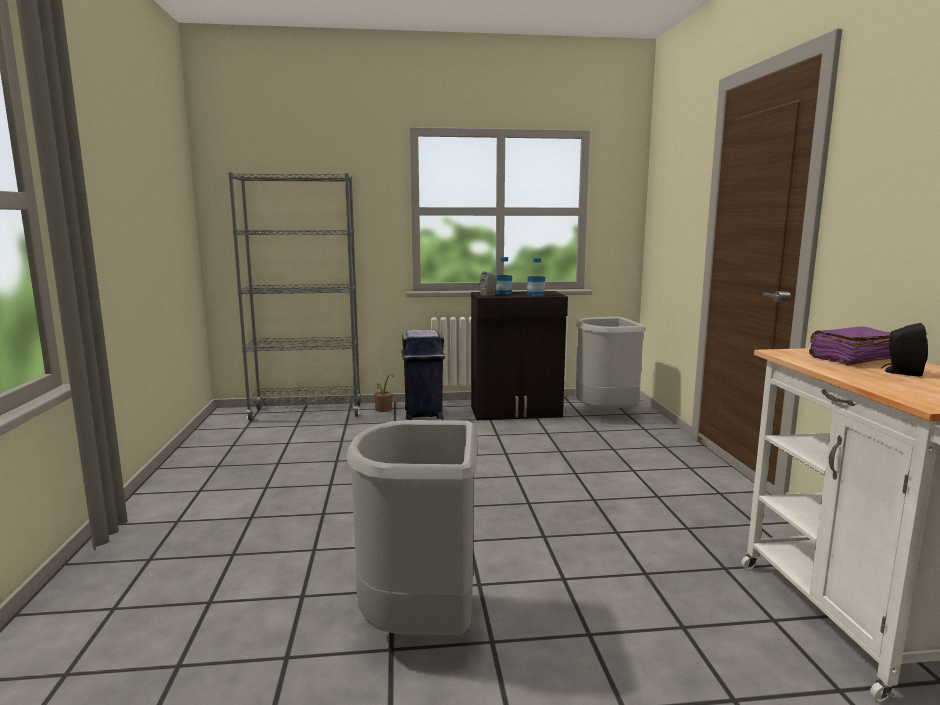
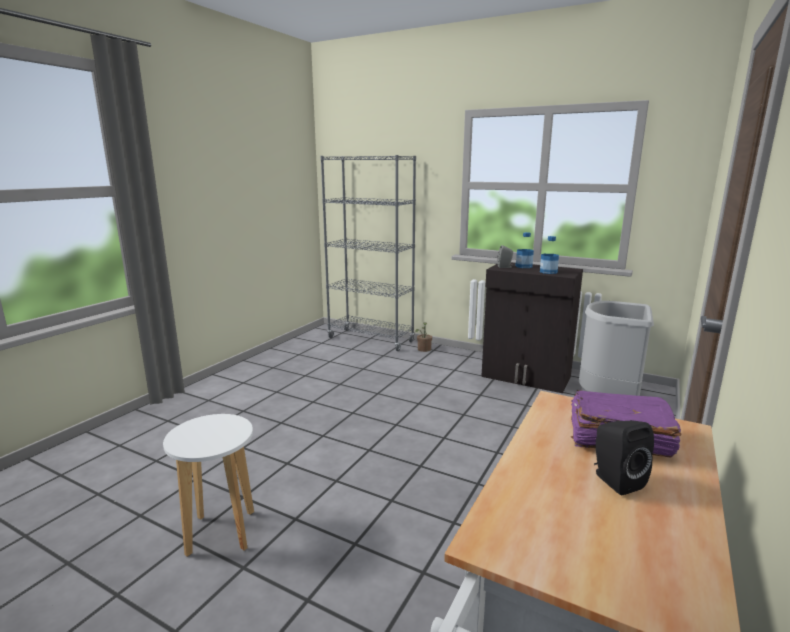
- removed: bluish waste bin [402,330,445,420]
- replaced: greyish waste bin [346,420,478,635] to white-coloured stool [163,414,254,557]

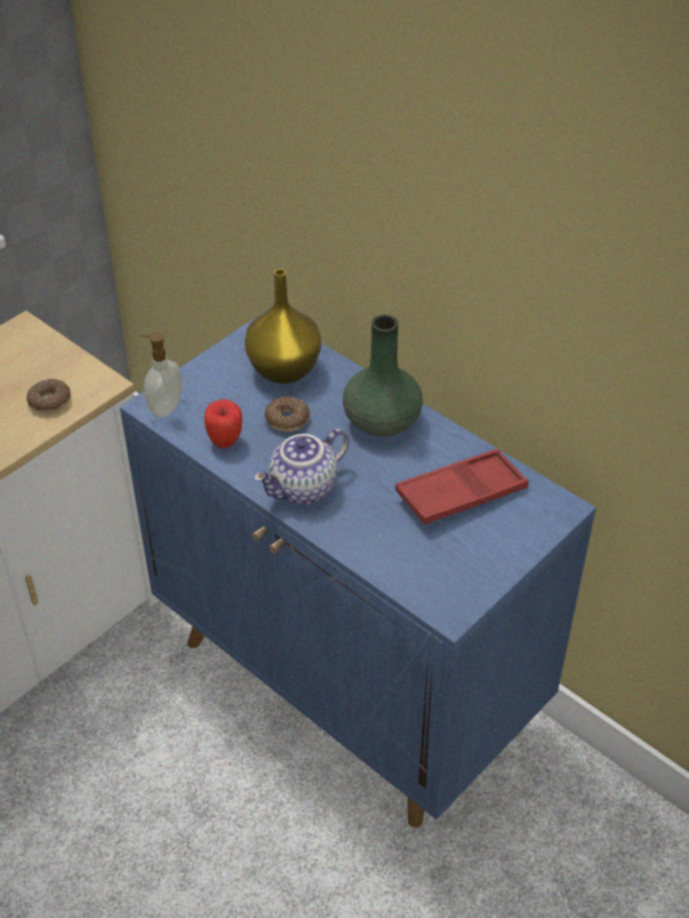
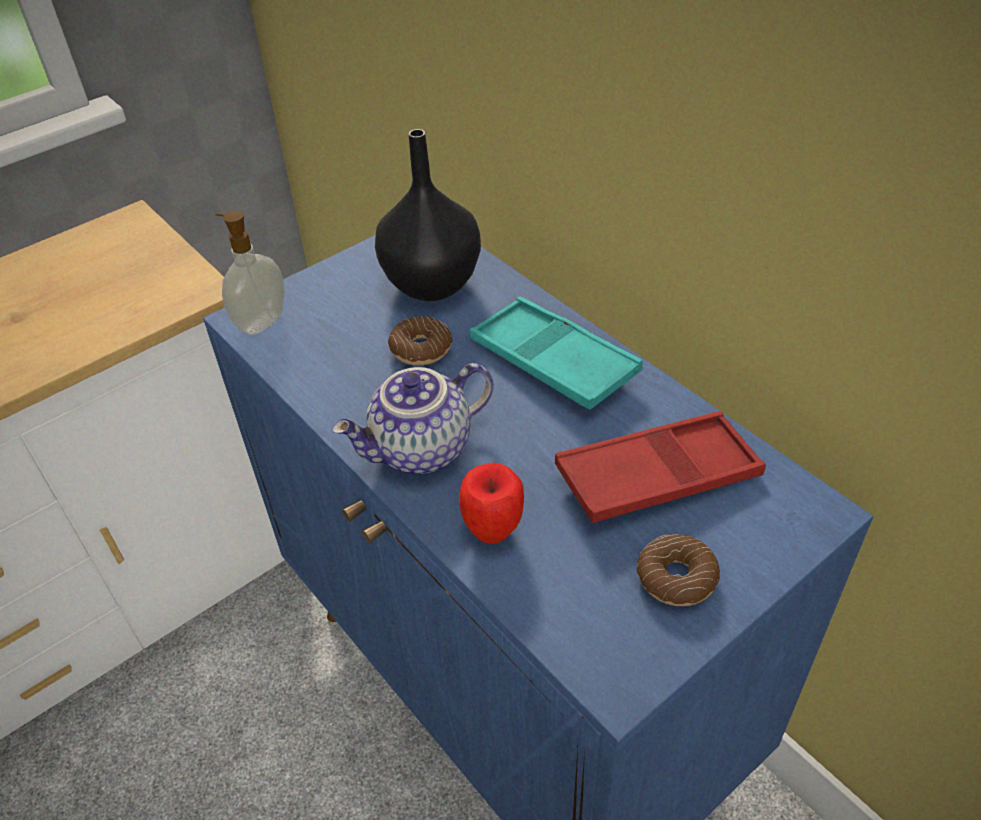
- moved: donut [26,379,71,413] to [637,534,720,606]
- moved: apple fruit [204,399,242,448] to [459,463,524,544]
- replaced: green decorative vase [343,315,423,436] to blue-green carrying tray [469,297,643,410]
- recoloured: yellow-coloured decorative vase [245,269,321,384] to black decorative vase [375,129,481,301]

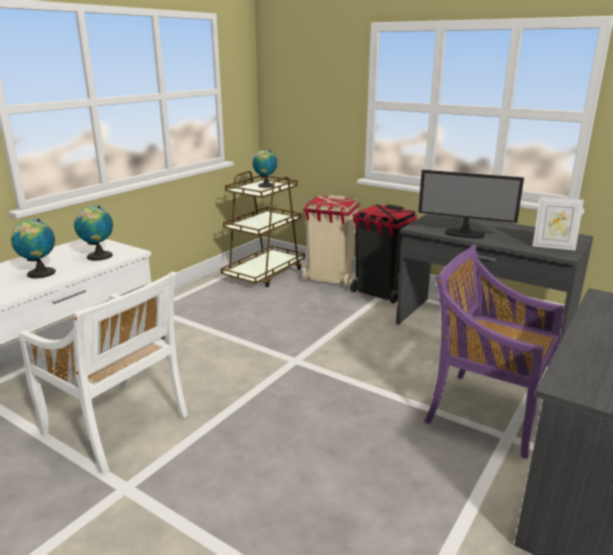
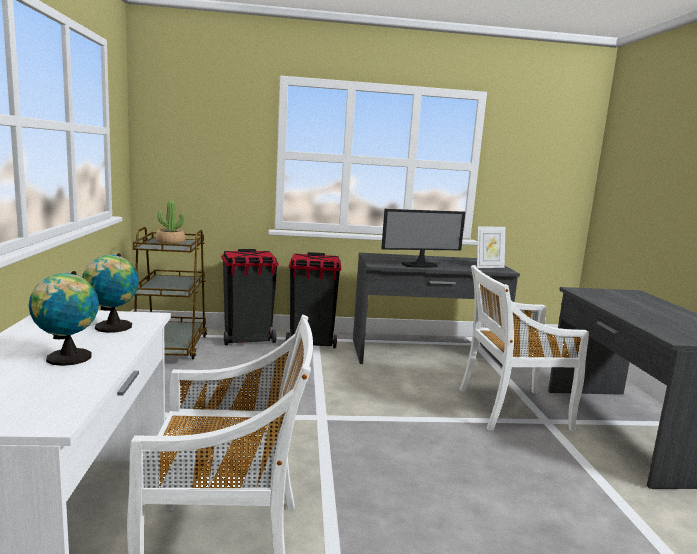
- replaced: world globe [252,150,277,188] to plant in a pot [156,201,185,244]
- recoloured: sand-coloured waste bin [303,195,359,287] to black waste bin [222,249,279,346]
- recoloured: purple-coloured upright chair [425,245,565,459] to white-coloured upright chair [459,265,589,431]

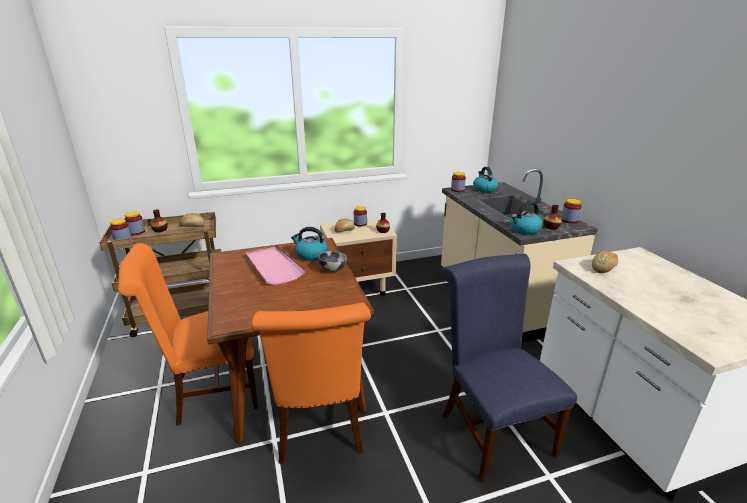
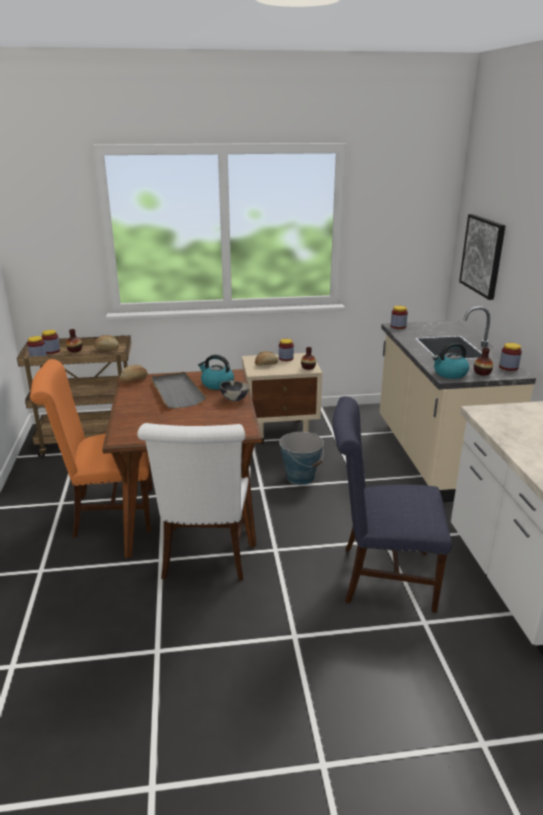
- removed: water kettle [473,167,498,193]
- added: pail [279,432,324,485]
- added: wall art [459,214,505,300]
- moved: bakery bread [592,251,618,273] to [120,365,148,383]
- recoloured: pink-coloured carrying tray [245,245,307,285] to greyish carrying tray [152,372,206,409]
- recoloured: orange upright chair [251,303,371,464] to white-coloured upright chair [137,423,251,581]
- turned: bluish upright chair [442,254,577,482] = [332,396,452,613] 75 degrees counterclockwise

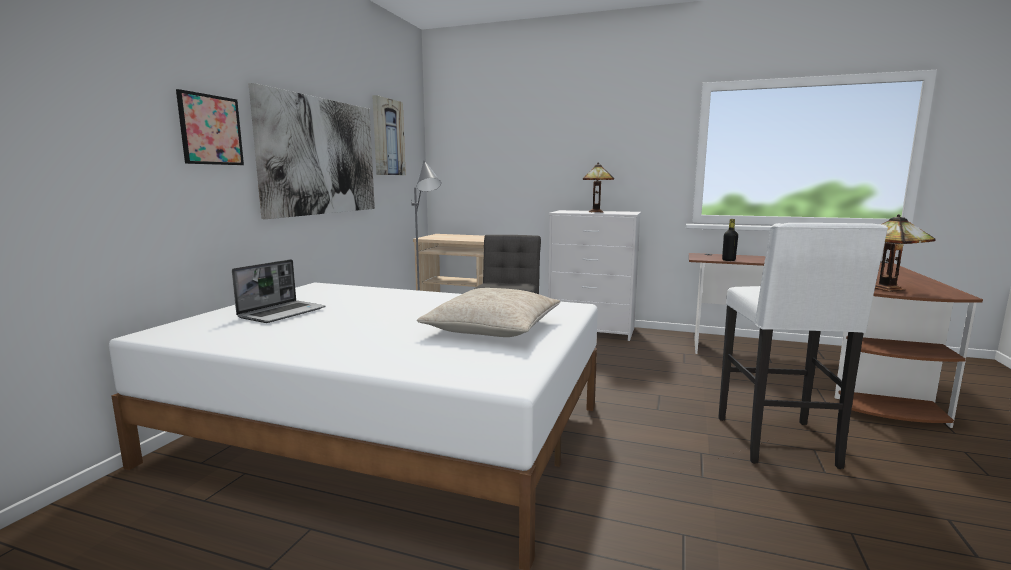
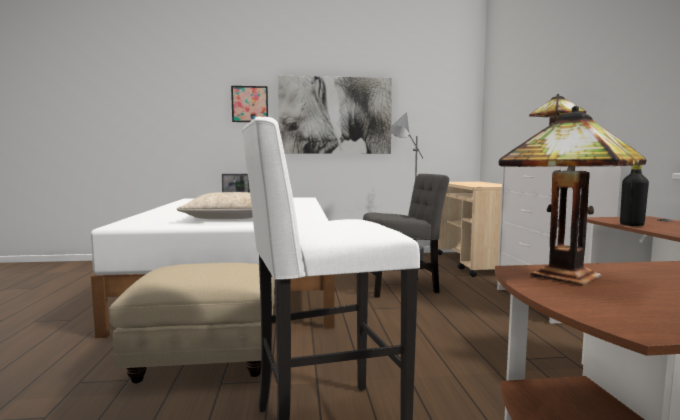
- removed: wall art [372,95,406,175]
- added: sand-coloured pouffe [109,263,275,383]

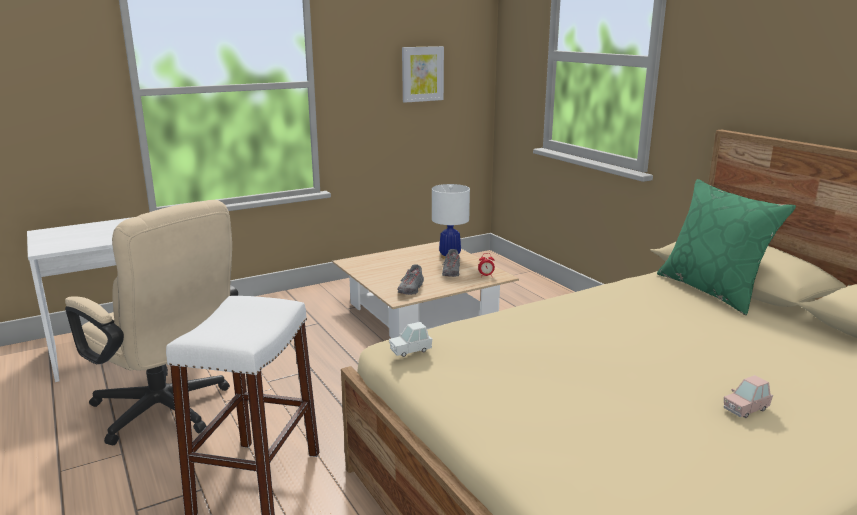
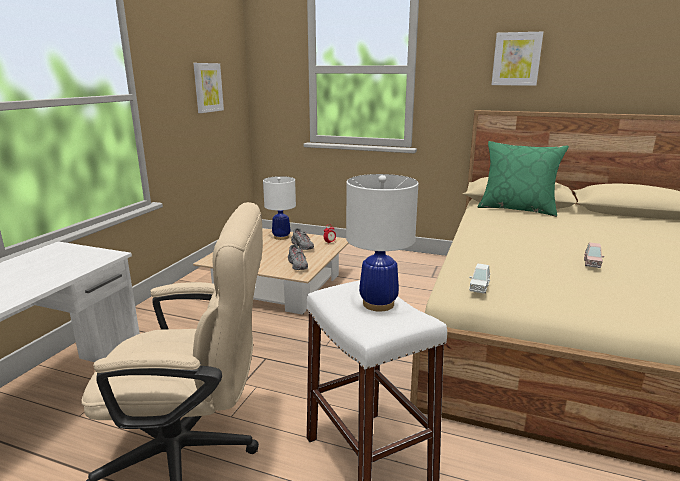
- added: white-coloured tabletop lamp [346,174,418,312]
- added: wall art [491,32,543,86]
- moved: pink-coloured model car [724,375,773,418] to [584,242,604,268]

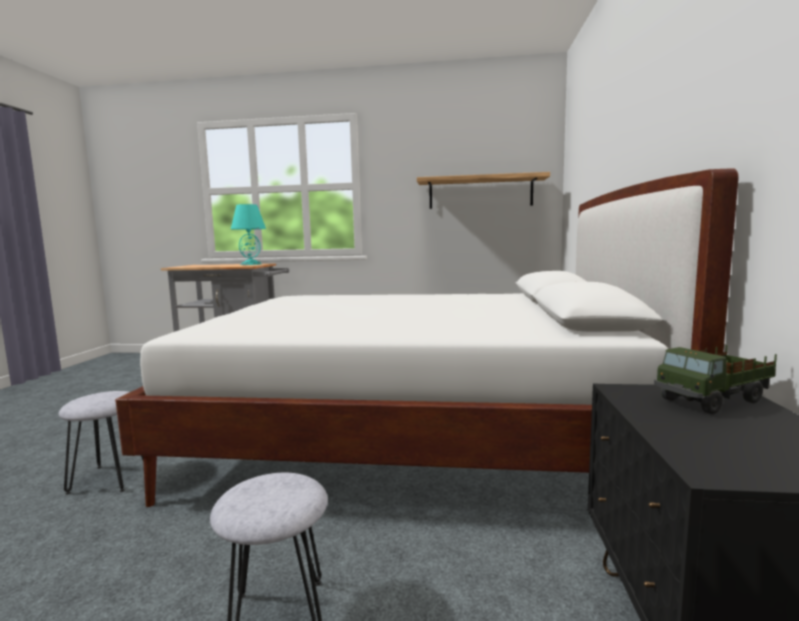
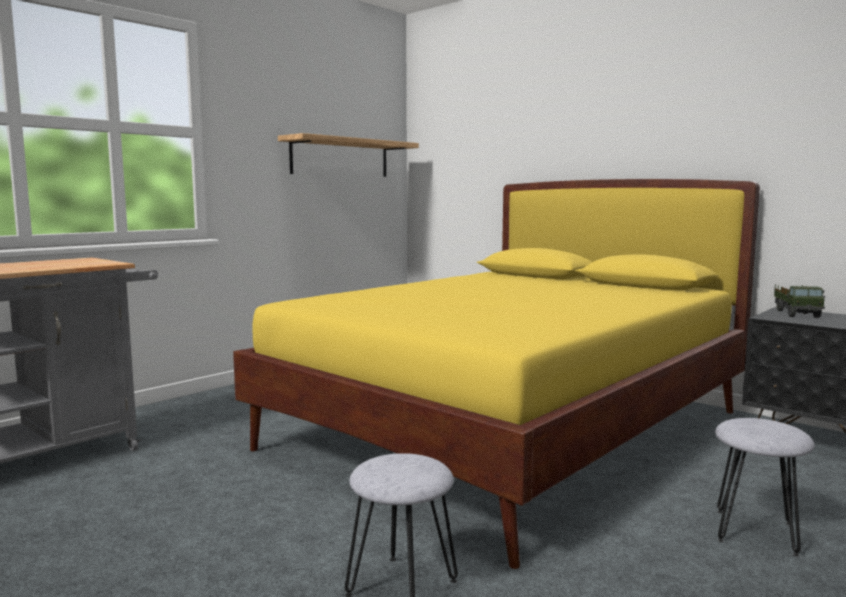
- removed: blue-green tabletop lamp [231,204,266,265]
- recoloured: white-coloured bed [115,168,739,507] to yellow-coloured bed [233,179,760,569]

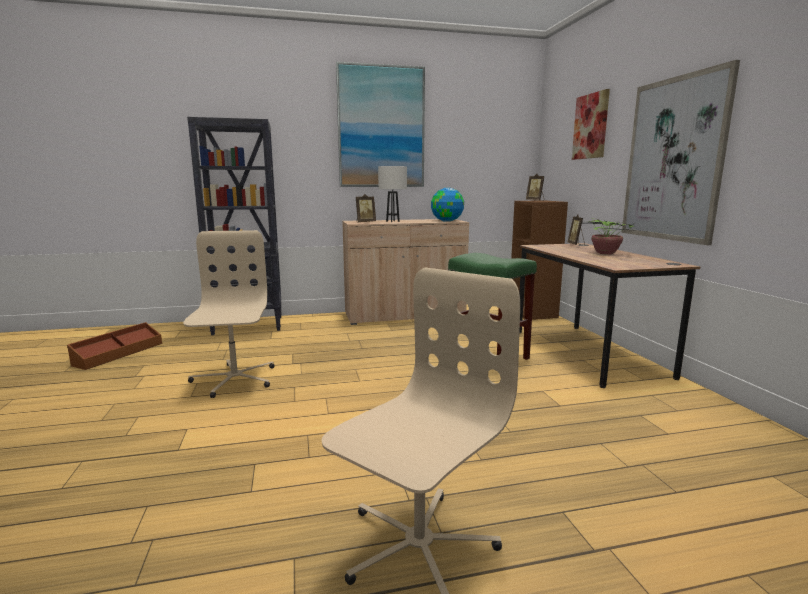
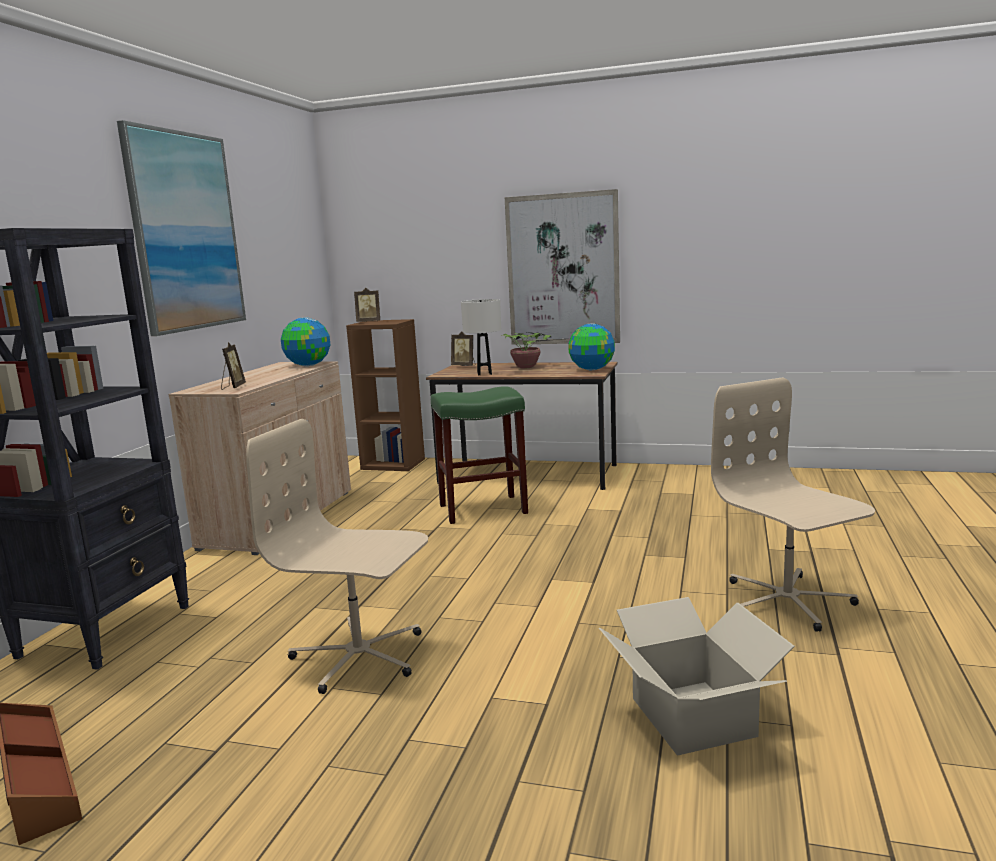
- removed: wall art [572,89,610,160]
- added: world globe [568,324,615,370]
- added: carton [599,597,795,756]
- moved: white-coloured tabletop lamp [378,166,407,222] to [461,299,501,375]

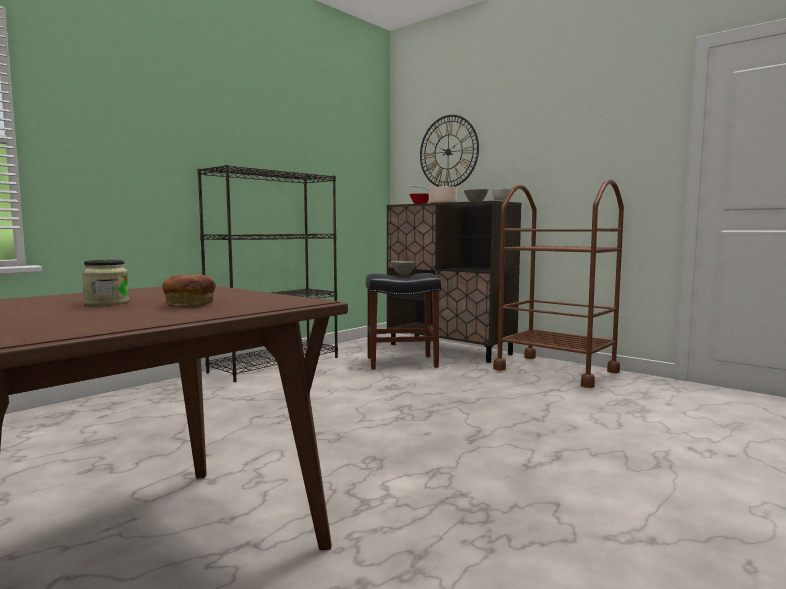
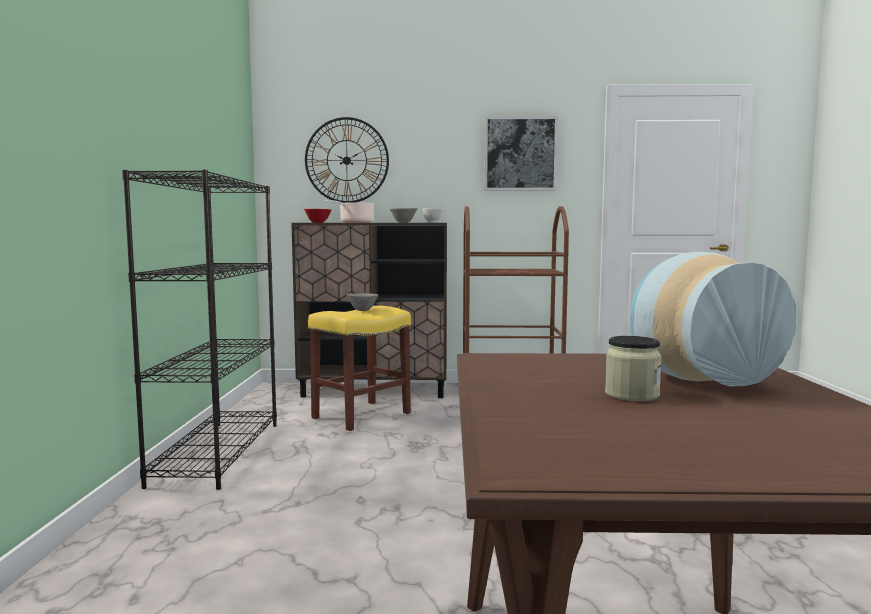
- added: wall art [484,116,558,190]
- replaced: bakery bread [163,274,216,306] to decorative vase [630,252,797,386]
- recoloured: black stool [366,273,441,370] to yellow-coloured stool [308,306,411,431]

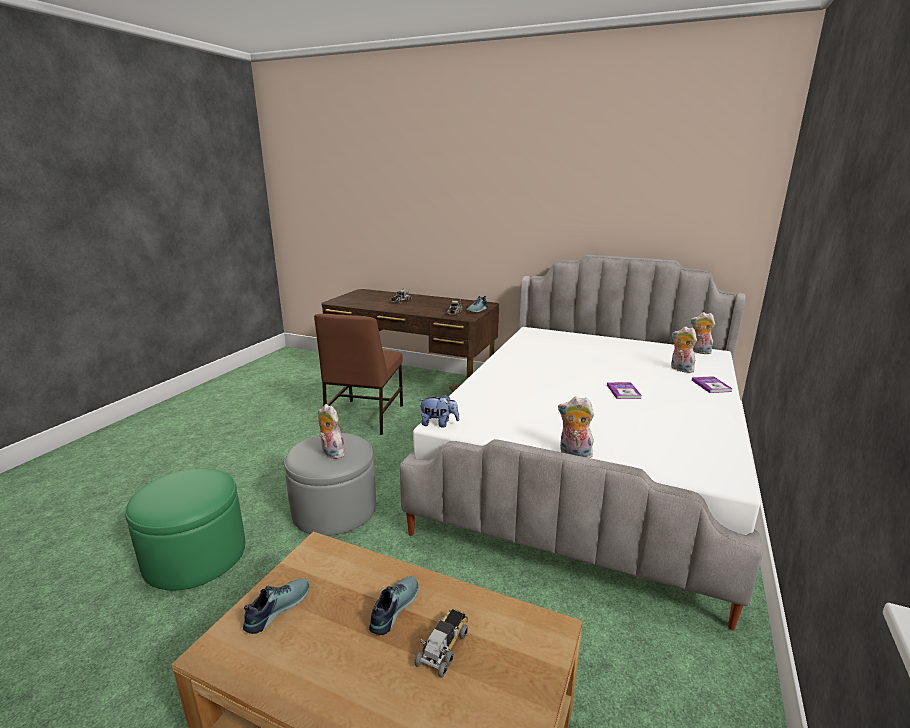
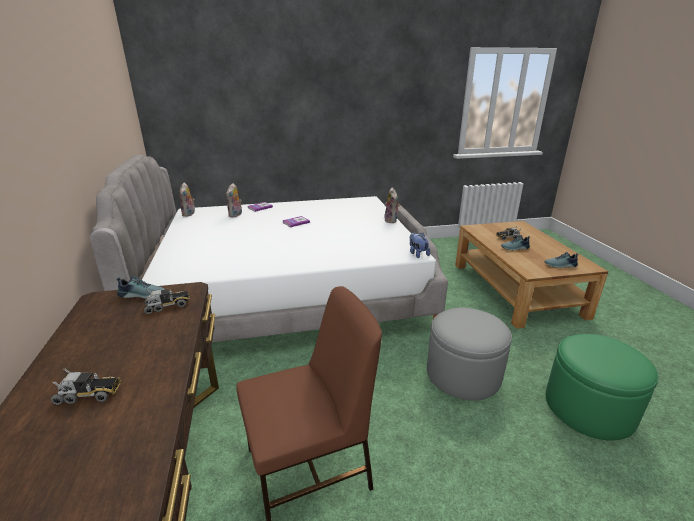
- removed: cuddly toy [318,404,345,459]

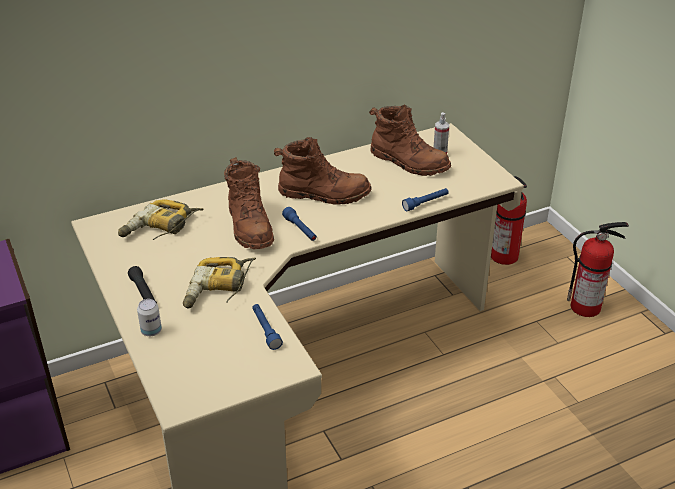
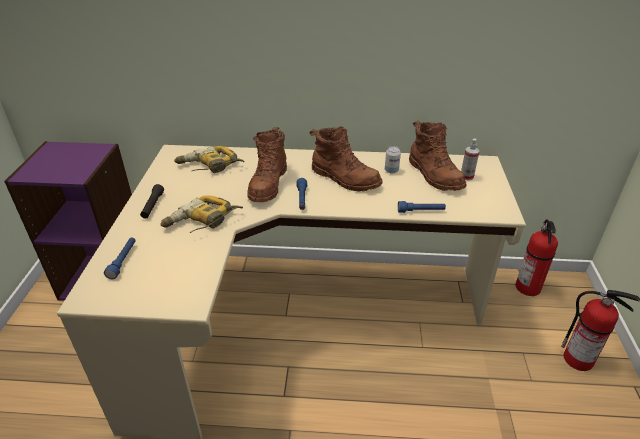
- moved: can [137,299,162,336] to [385,146,401,174]
- moved: bluish hand torch [252,304,283,350] to [104,238,136,279]

